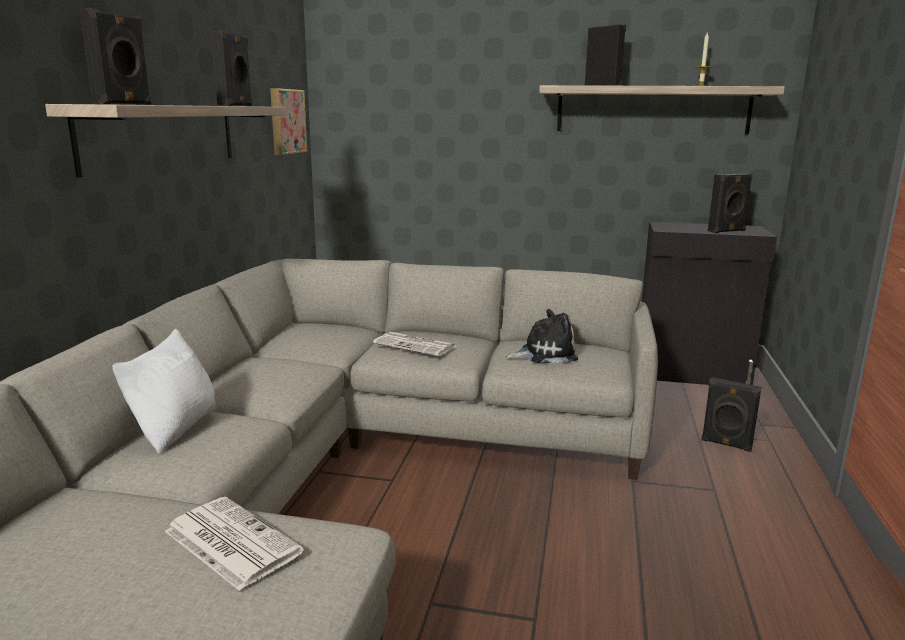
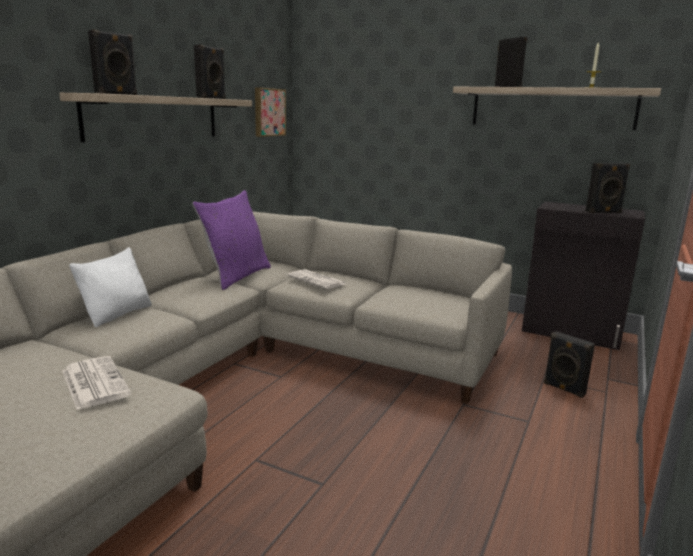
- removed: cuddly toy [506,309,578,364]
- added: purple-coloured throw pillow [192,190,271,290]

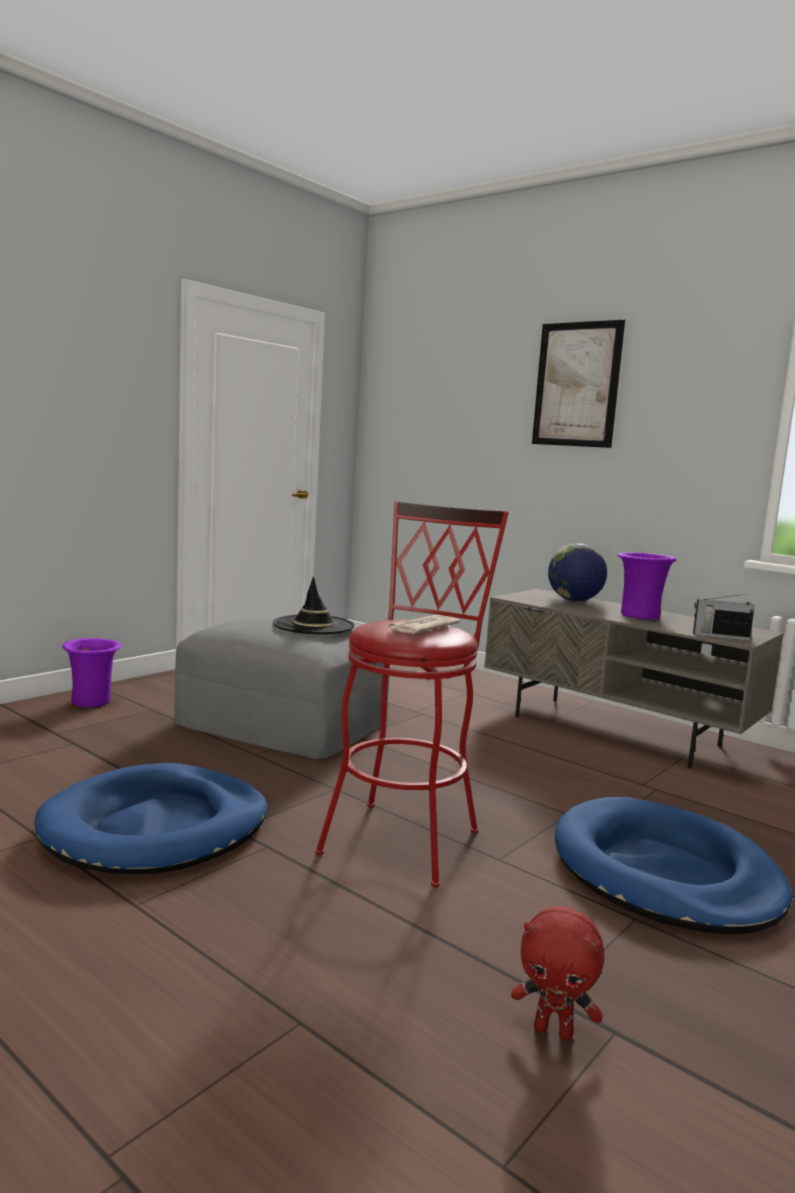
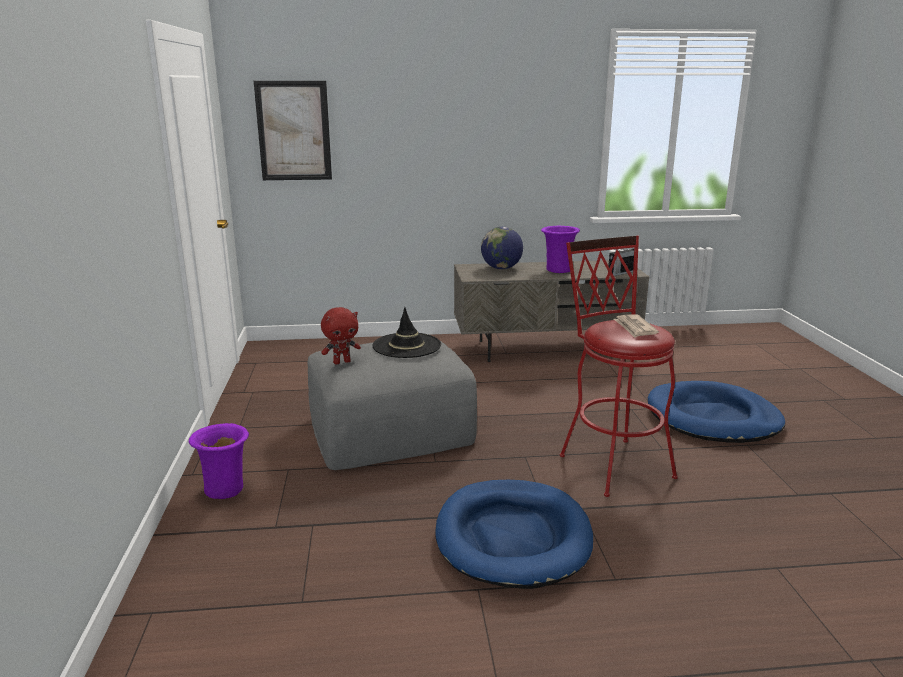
- moved: red cuddly toy [511,906,604,1040] to [321,307,361,364]
- moved: wall art [532,320,625,448] to [254,81,332,180]

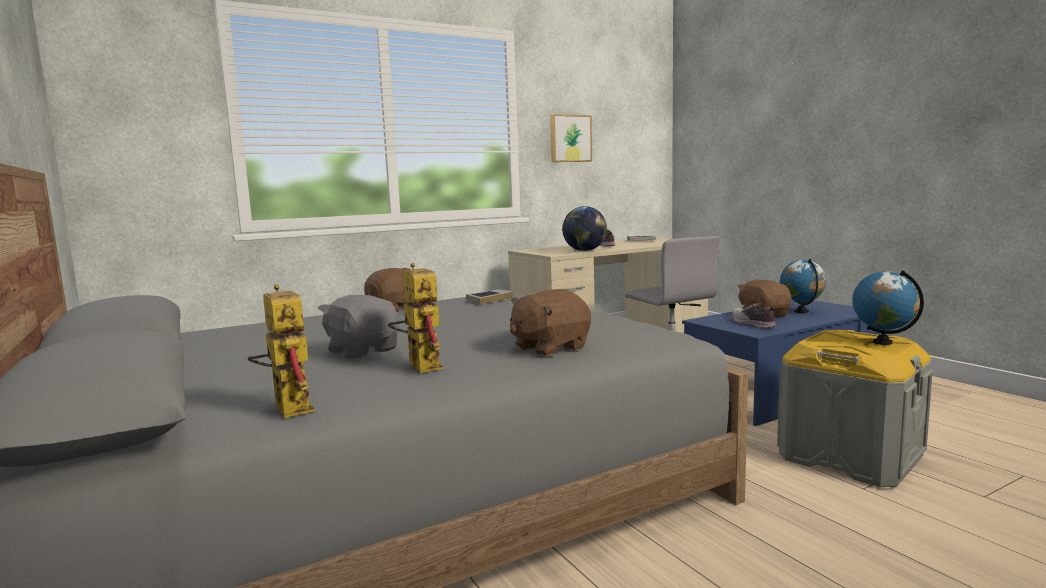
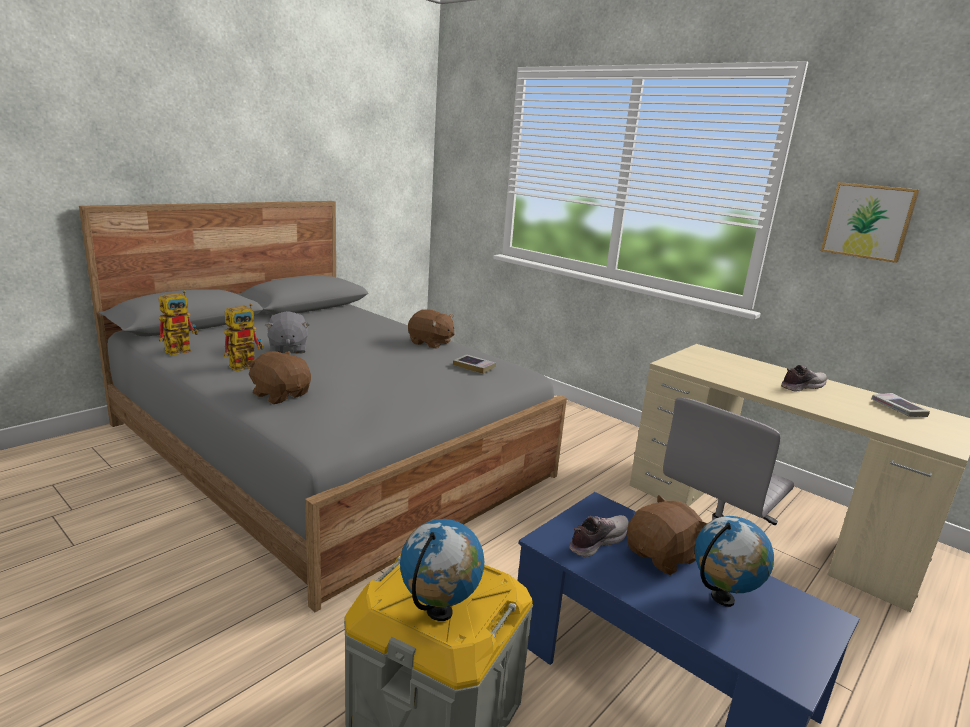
- removed: world globe [562,206,607,251]
- turned: greyish cuddly toy [318,295,399,359] = [265,311,310,354] 135 degrees clockwise

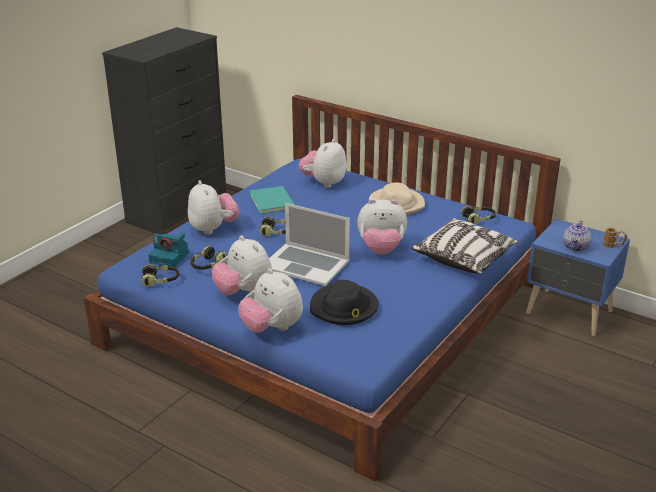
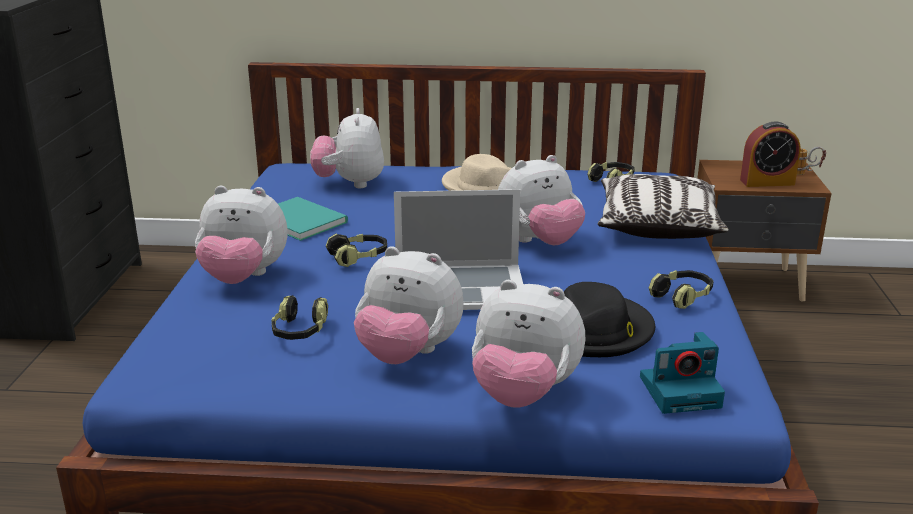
- moved: pair of headphones [141,264,179,287] to [649,270,714,309]
- moved: photo camera [148,233,189,267] to [640,332,725,414]
- replaced: teapot [563,220,591,251] to alarm clock [740,121,801,187]
- recoloured: bluish nightstand [526,219,630,336] to brown nightstand [697,160,832,301]
- turned: cuddly toy [188,180,239,235] = [195,186,288,284] 150 degrees clockwise

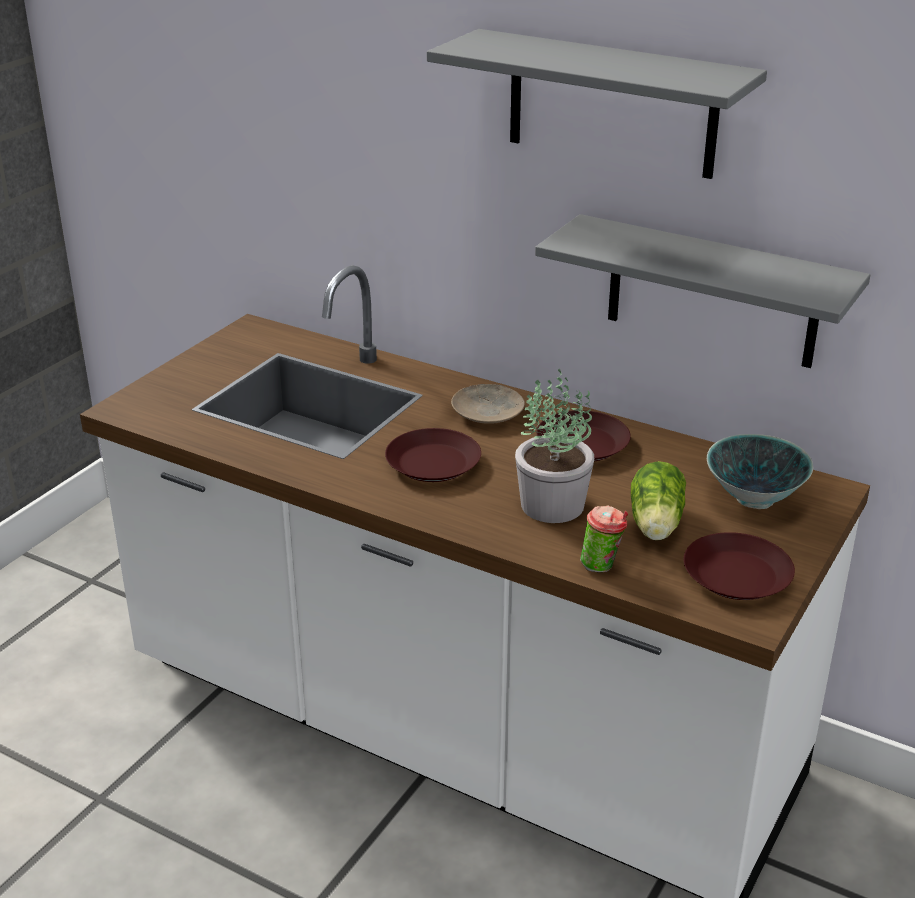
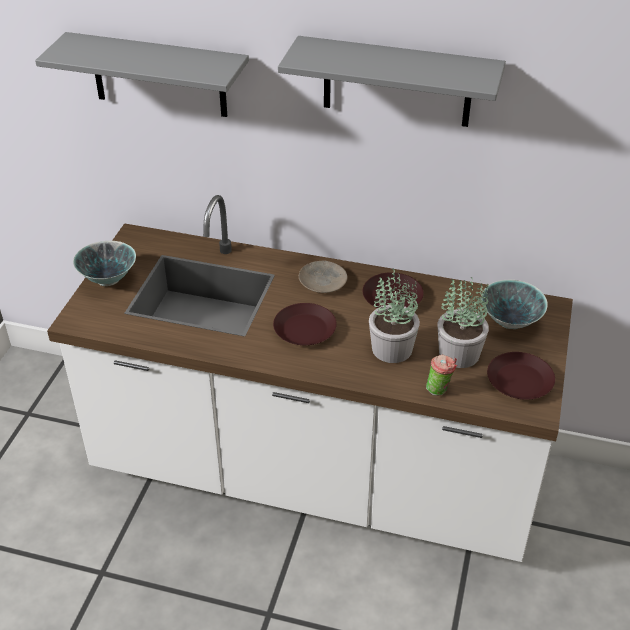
- added: bowl [73,241,136,286]
- moved: greyish shelf [535,214,870,368] to [35,32,249,117]
- replaced: head of lettuce [631,461,686,541] to plant in a pot [438,277,489,368]

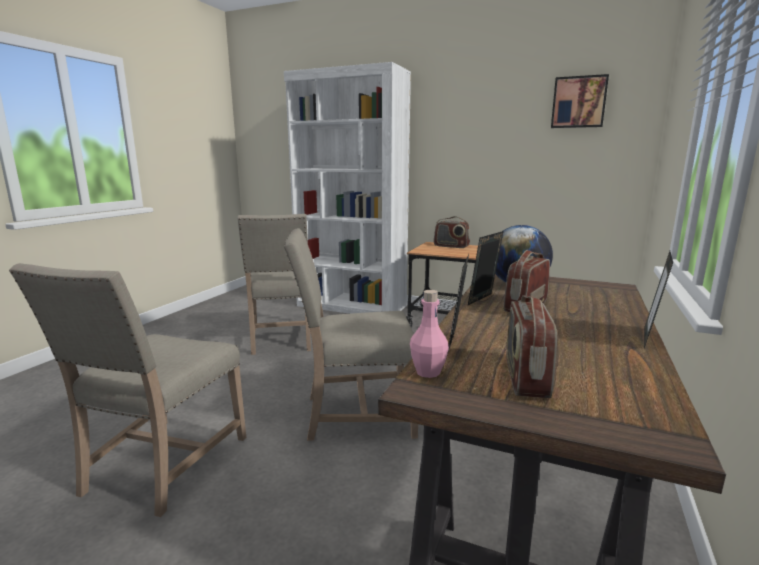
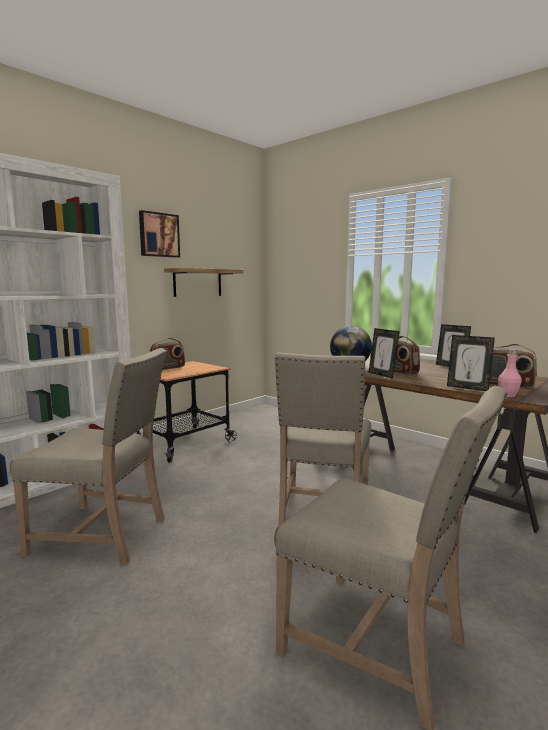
- added: shelf [164,268,243,297]
- moved: wall art [551,74,609,128] to [139,210,180,258]

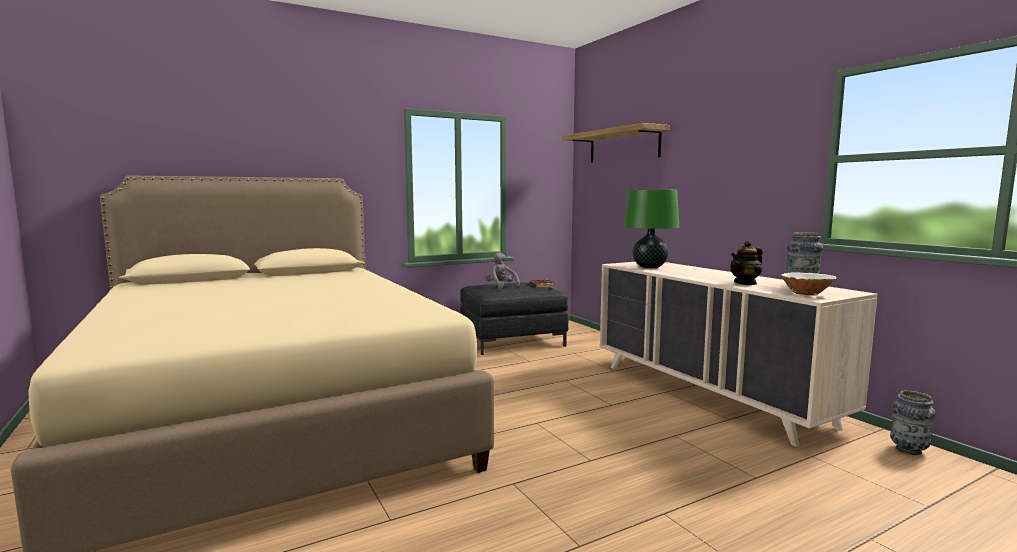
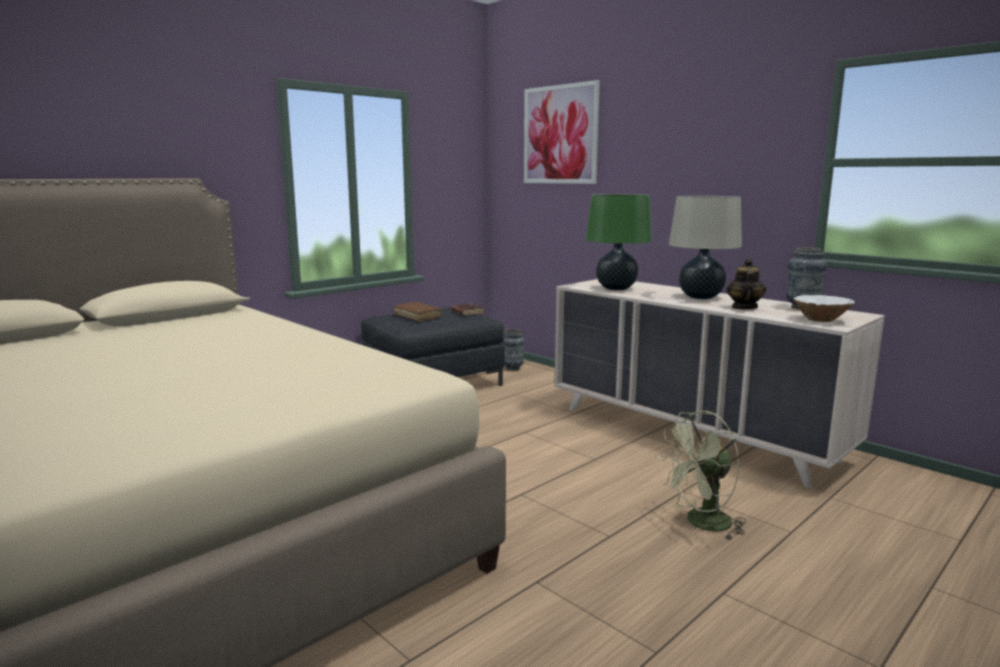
- added: green fan [658,411,747,541]
- added: sand-coloured tabletop lamp [669,196,742,299]
- moved: decorative vase [890,390,936,455] to [501,329,525,371]
- replaced: greyish cuddly toy [485,252,520,289] to brown book [394,302,442,322]
- replaced: shelf [562,123,670,163] to wall art [524,80,600,184]
- turned: teapot [730,241,763,285] = [727,258,766,309] 150 degrees clockwise

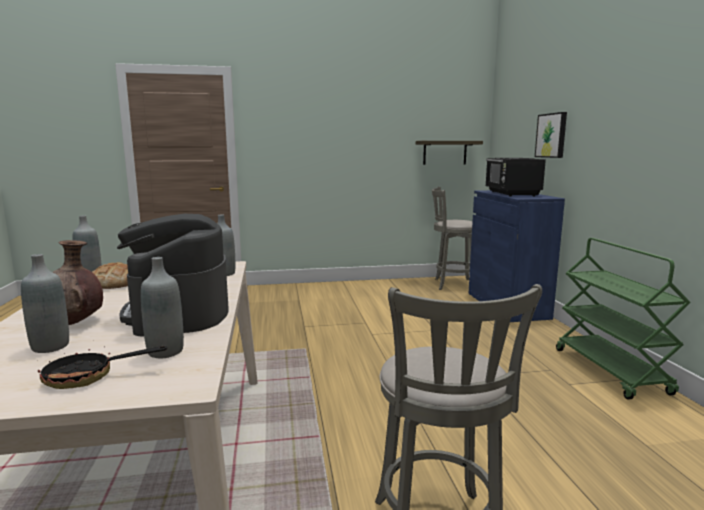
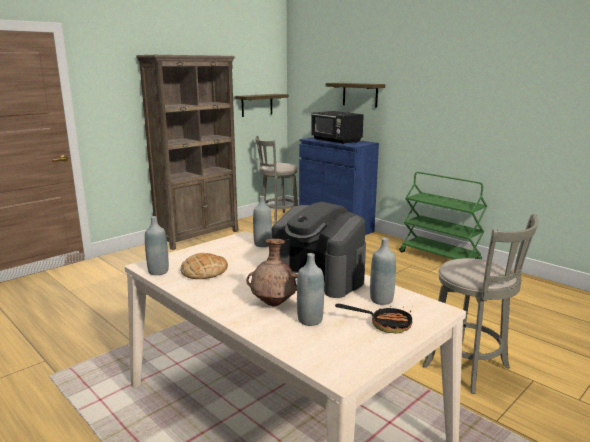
- added: brown bookshelf [136,55,238,250]
- replaced: wall art [535,112,567,158] to shelf [326,83,385,108]
- turned: pan [38,340,167,389] = [335,304,413,333] 120 degrees counterclockwise

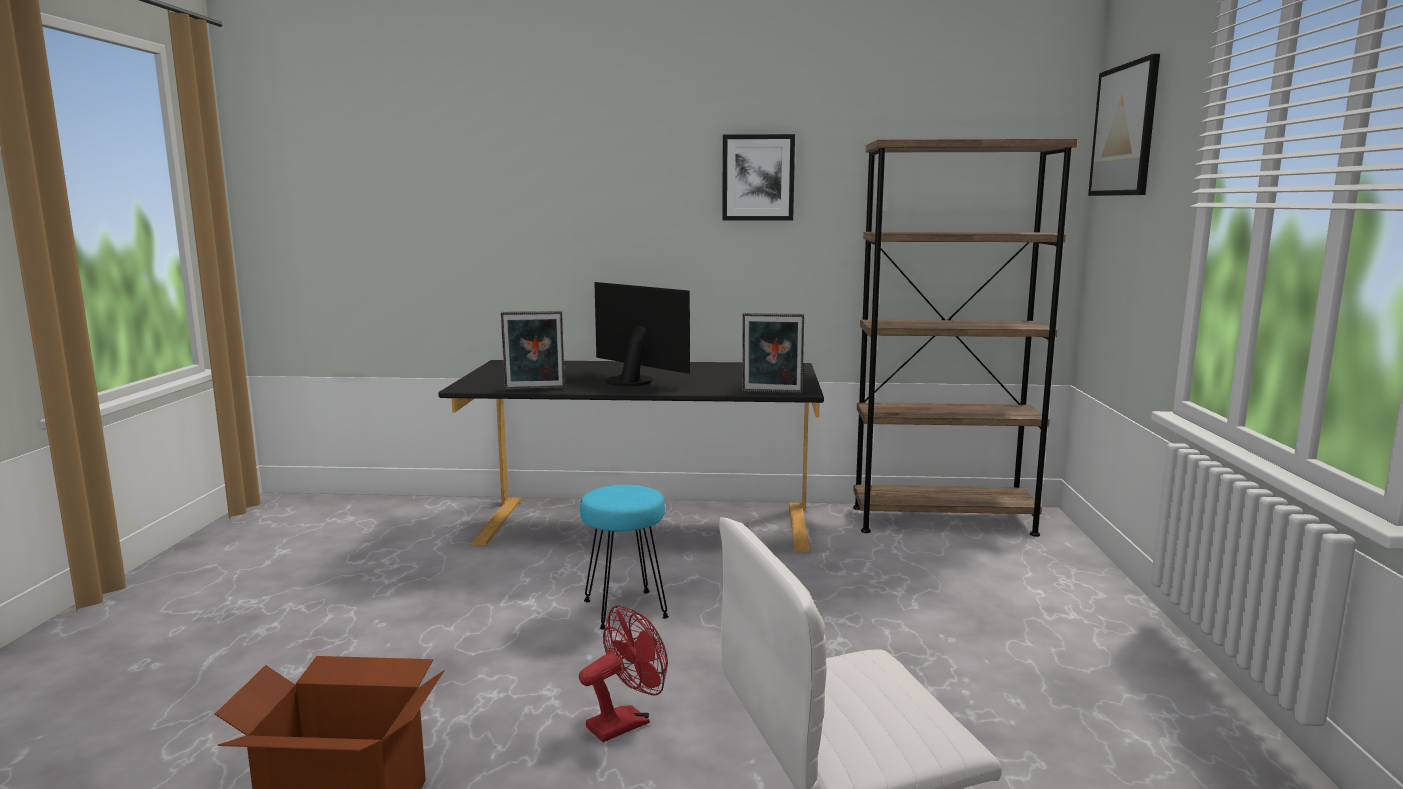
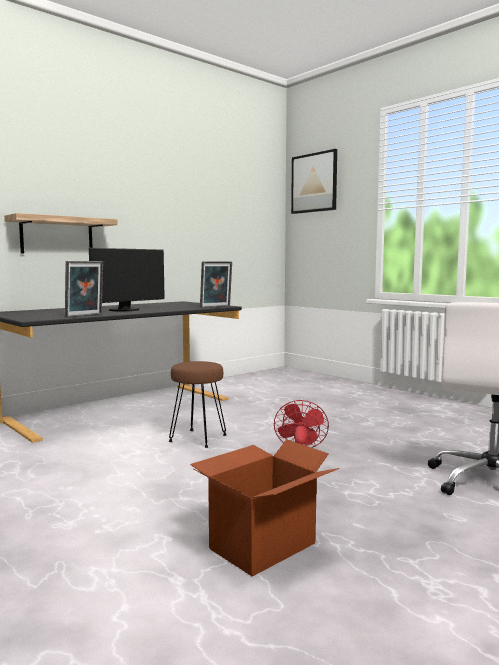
- removed: wall art [722,134,795,221]
- removed: brown bookshelf [853,139,1077,537]
- added: shelf [4,213,118,254]
- recoloured: blue-green stool [580,485,669,630] to brown stool [169,361,227,448]
- turned: monitor [594,282,690,386] = [89,248,165,311] 135 degrees clockwise

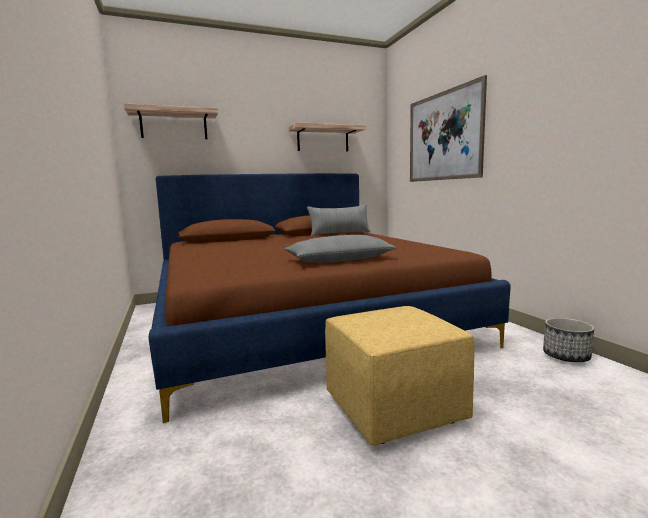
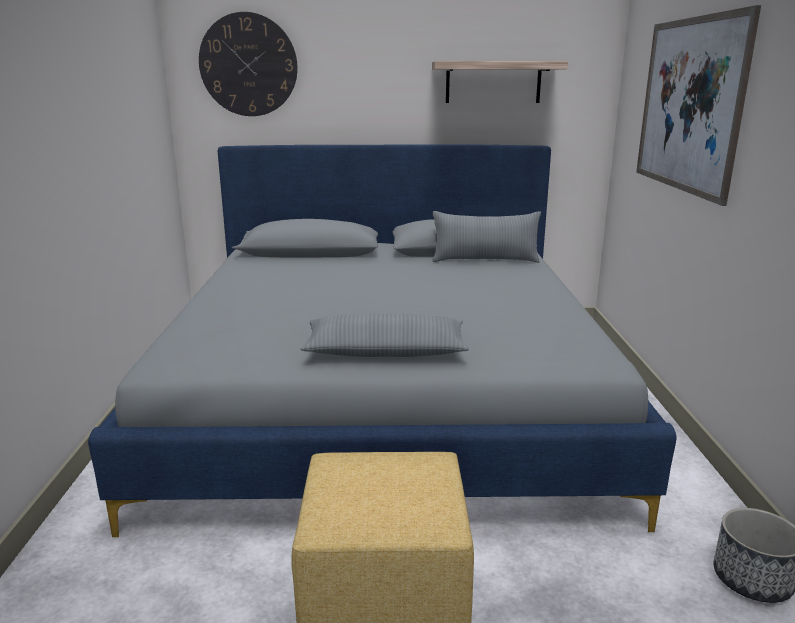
- replaced: shelf [124,103,218,139] to hanging clock [199,12,298,116]
- recoloured: brown bed [149,173,511,423] to greyish bed [88,145,677,537]

